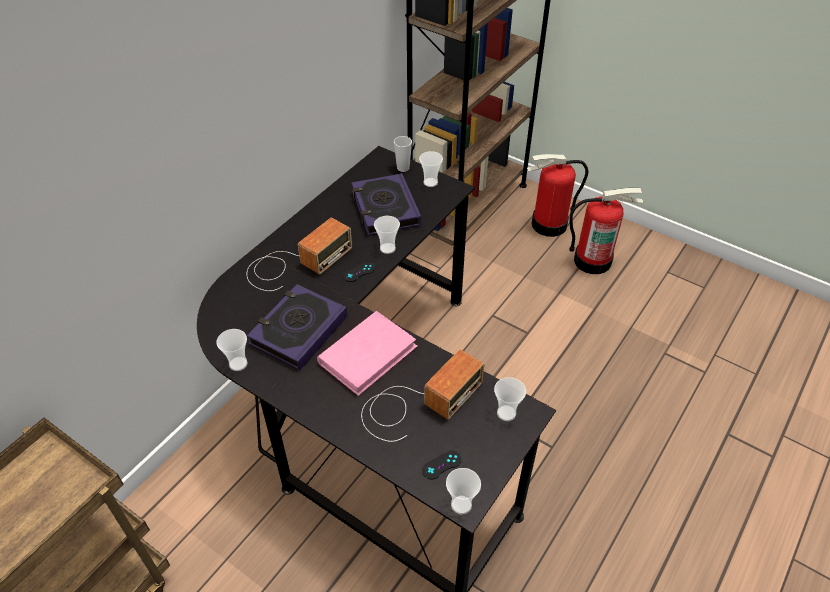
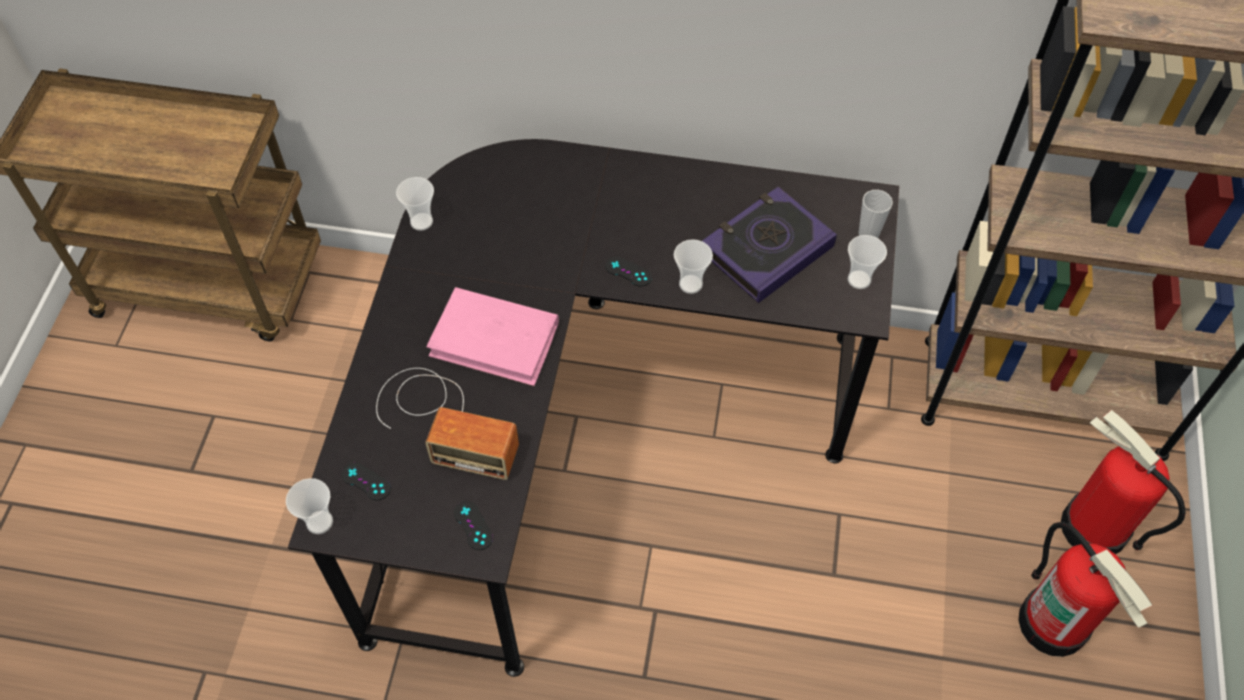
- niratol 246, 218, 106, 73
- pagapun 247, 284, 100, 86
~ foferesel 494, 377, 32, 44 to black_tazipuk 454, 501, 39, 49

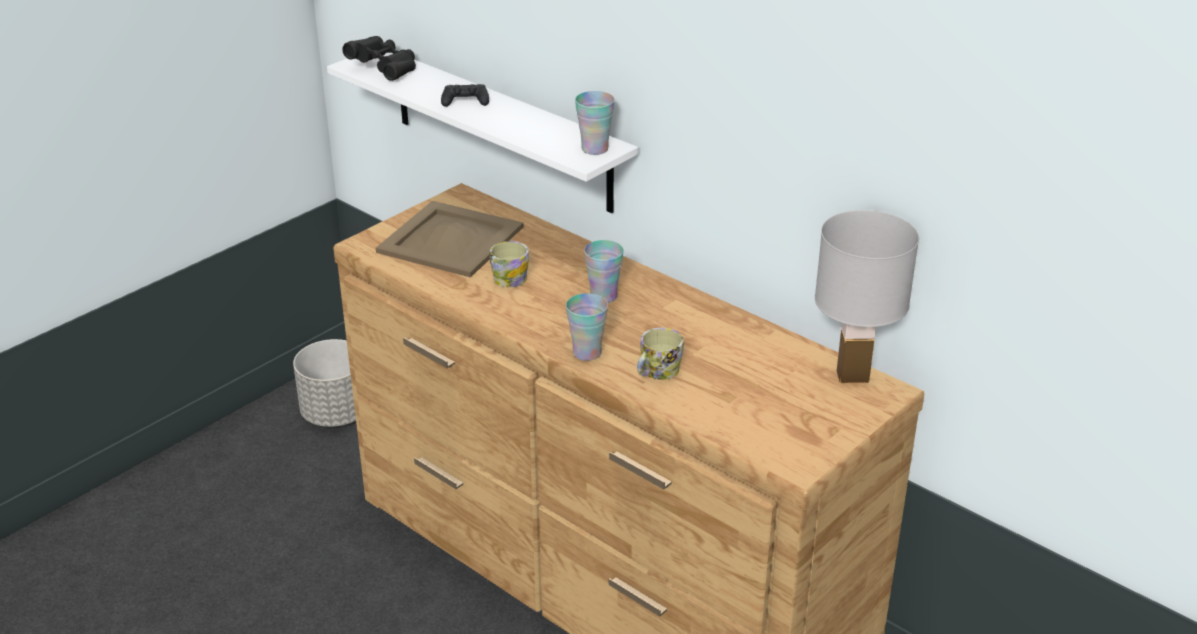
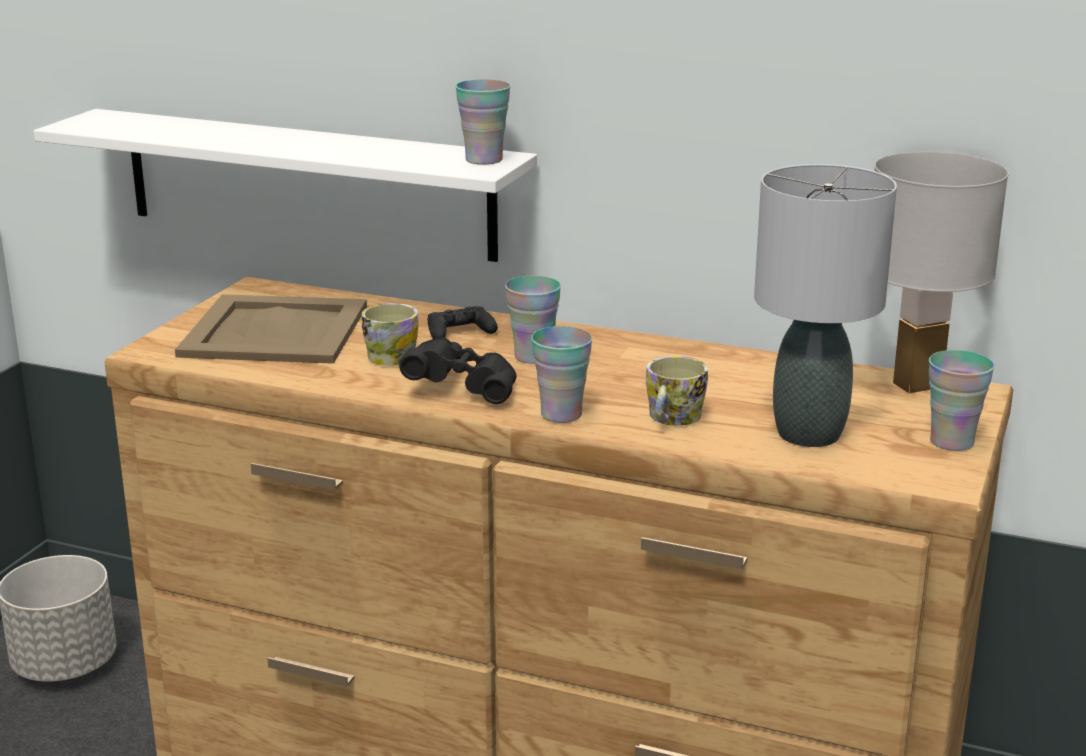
+ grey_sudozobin 754, 164, 143, 283
+ foferesel 929, 350, 65, 101
~ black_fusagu 342, 36, 74, 45 to 399, 337, 117, 67
~ black_tazipuk 441, 84, 48, 23 to 427, 306, 71, 33

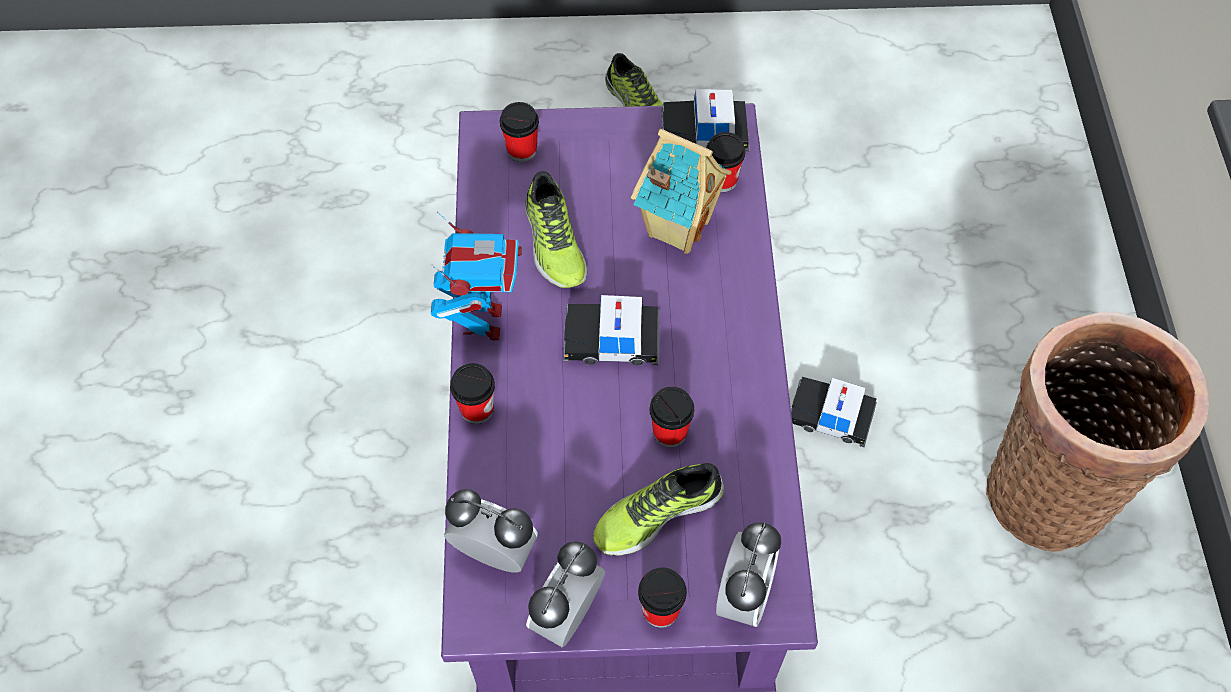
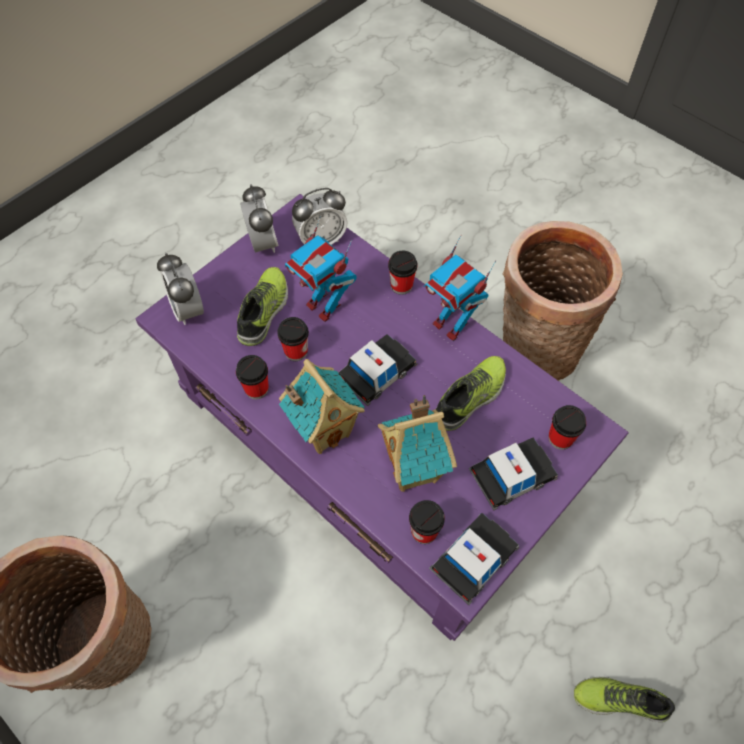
+ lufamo 279, 359, 86, 95
+ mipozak 285, 215, 72, 107
+ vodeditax 503, 221, 120, 160
~ foferesel 638, 568, 49, 60 to 236, 355, 33, 44
~ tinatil 791, 377, 86, 70 to 469, 437, 89, 74
~ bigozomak 525, 171, 62, 117 = 436, 356, 70, 75 105 degrees clockwise

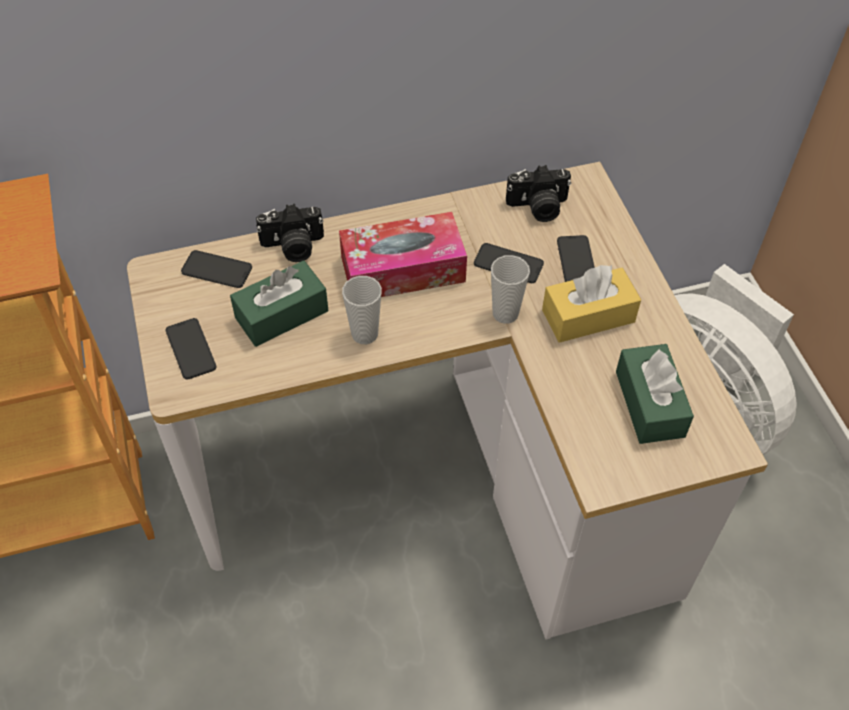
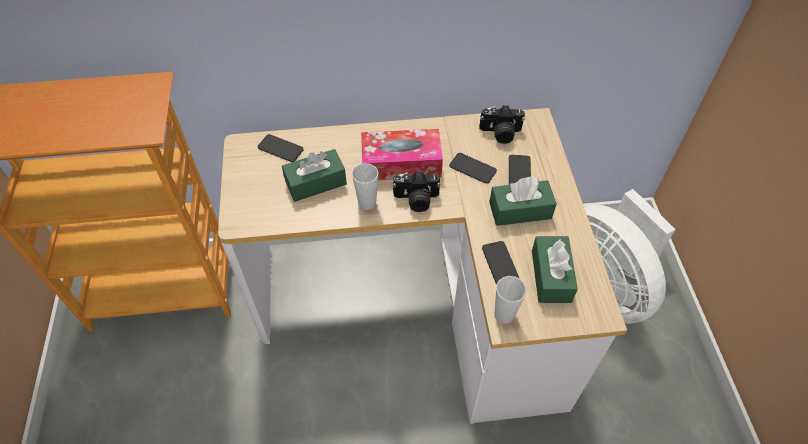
~ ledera 166, 318, 51, 62 to 482, 241, 38, 44
~ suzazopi 256, 204, 68, 58 to 393, 171, 48, 41
~ foferesel 491, 255, 39, 69 to 495, 276, 32, 48
~ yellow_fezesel 542, 265, 99, 78 to green_fezesel 489, 176, 68, 50

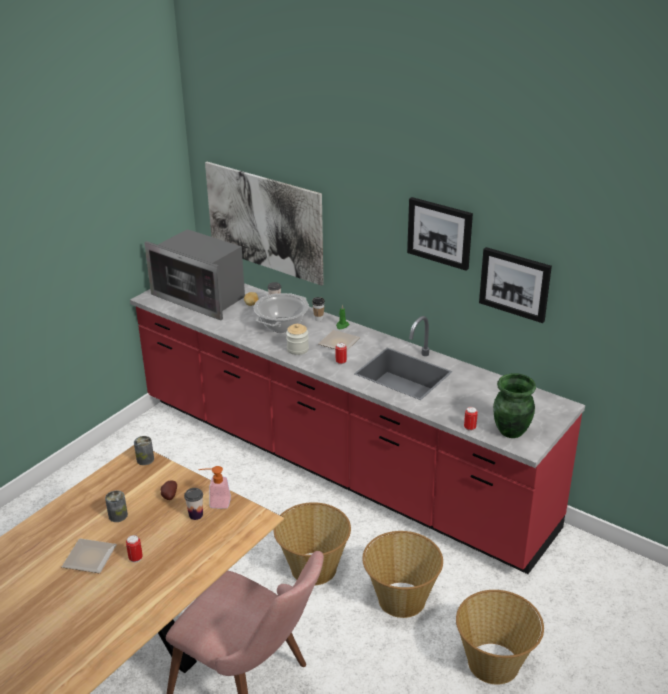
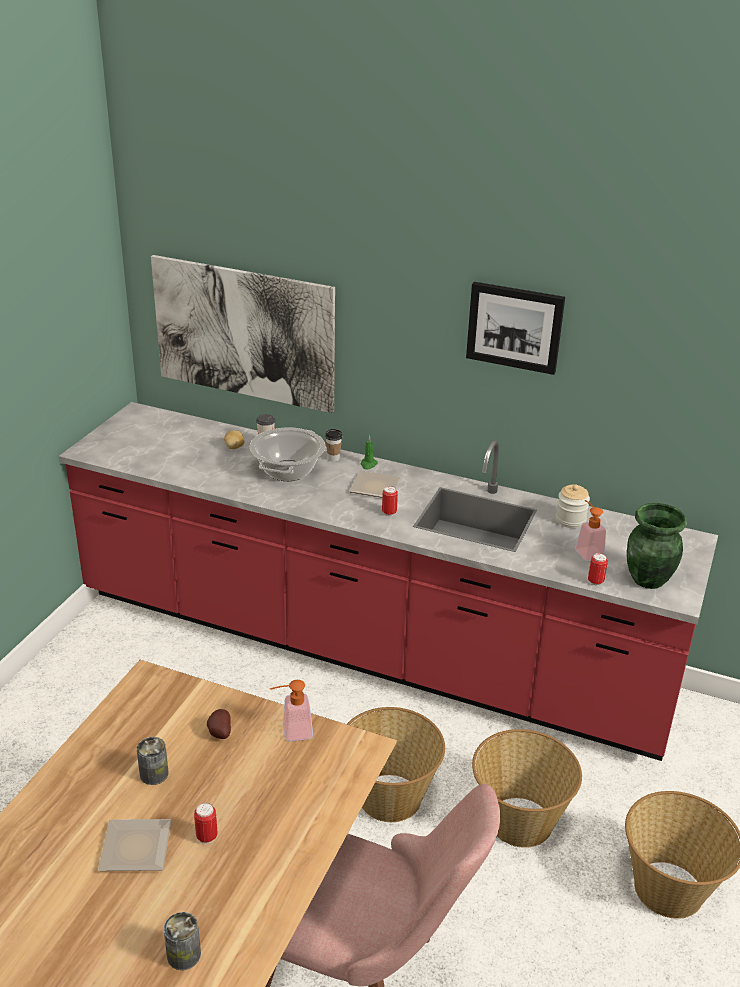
- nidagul 144, 229, 101, 92
- foferesel 184, 488, 19, 32
- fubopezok 479, 247, 73, 76
+ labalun 575, 500, 31, 61
~ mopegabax 134, 436, 20, 29 to 164, 912, 37, 58
~ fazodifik 286, 324, 23, 31 to 556, 484, 34, 44

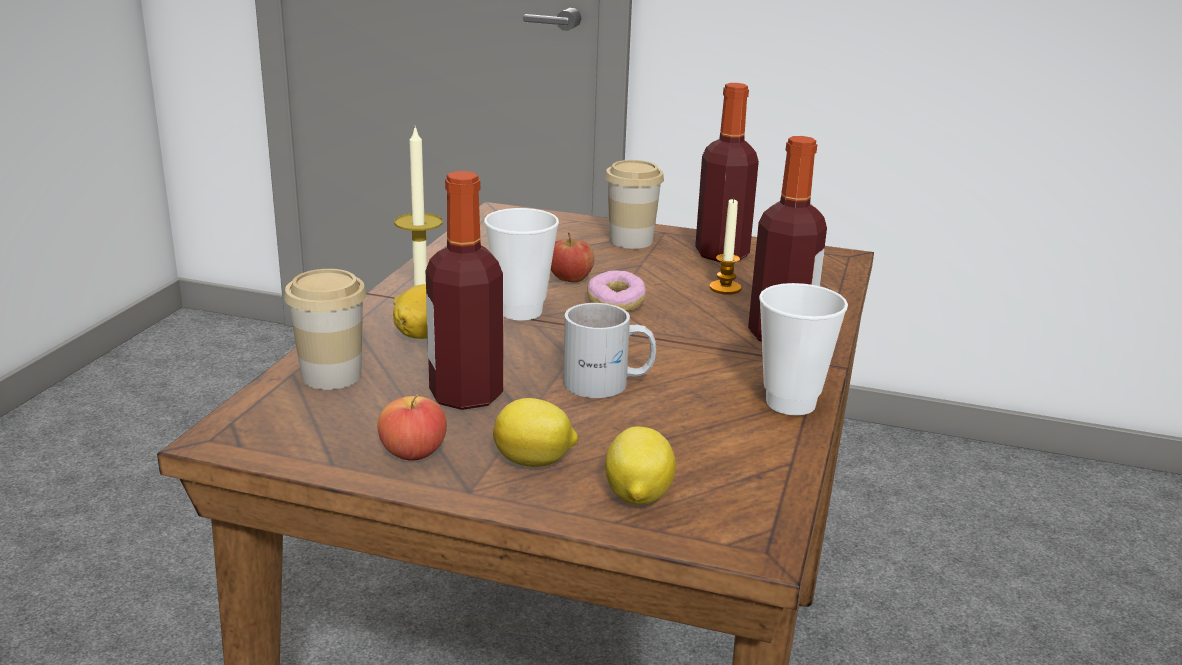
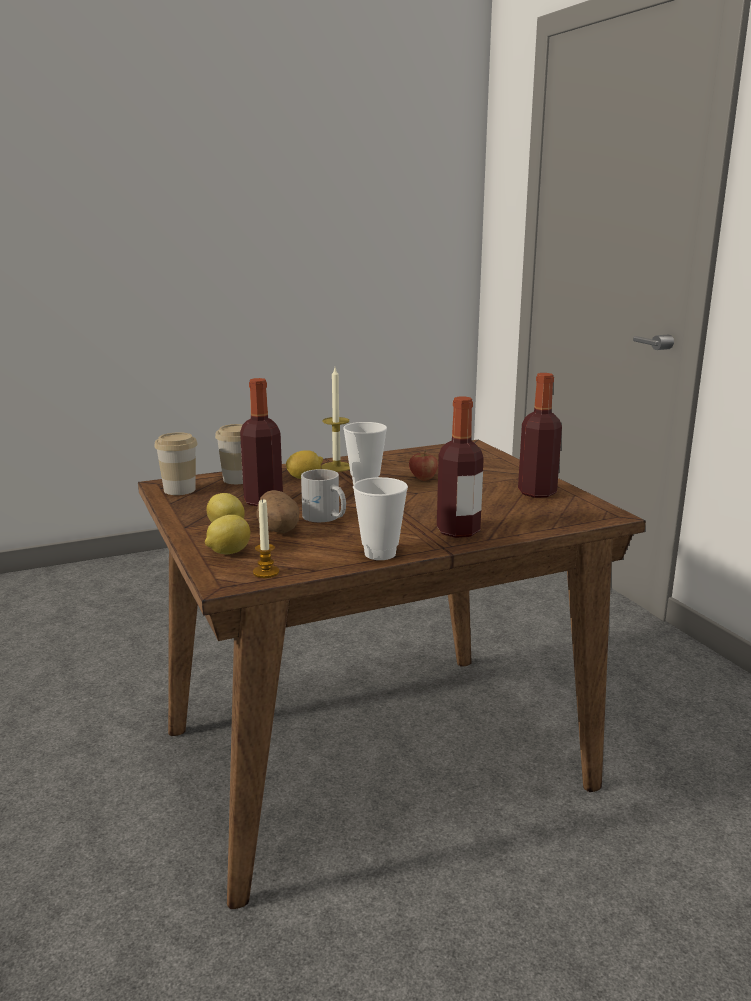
- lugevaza 377, 395, 70, 66
- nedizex 587, 270, 59, 42
+ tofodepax 256, 490, 43, 43
~ foferesel 605, 160, 59, 89 to 154, 432, 44, 63
~ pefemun 710, 198, 31, 97 to 253, 498, 26, 80

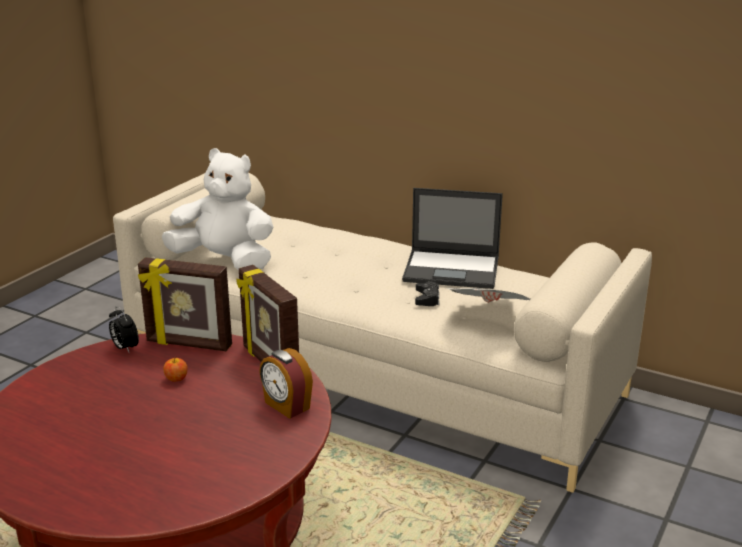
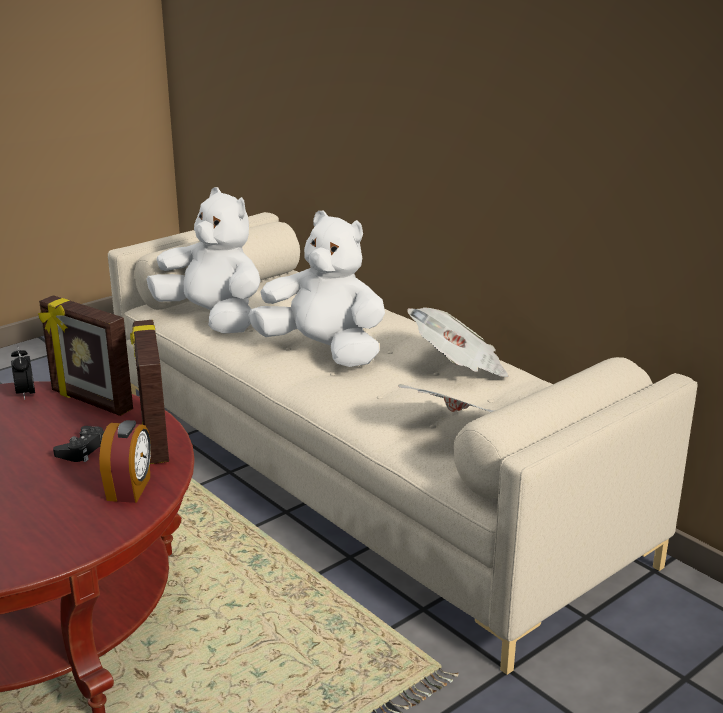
- lugevaza 163, 357, 24, 25
+ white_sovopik 248, 211, 137, 156
~ black_tazipuk 415, 282, 25, 24 to 53, 426, 51, 36
~ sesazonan 402, 188, 101, 101 to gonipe 408, 307, 101, 70
~ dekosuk 259, 348, 54, 71 = 99, 420, 52, 83 150 degrees counterclockwise

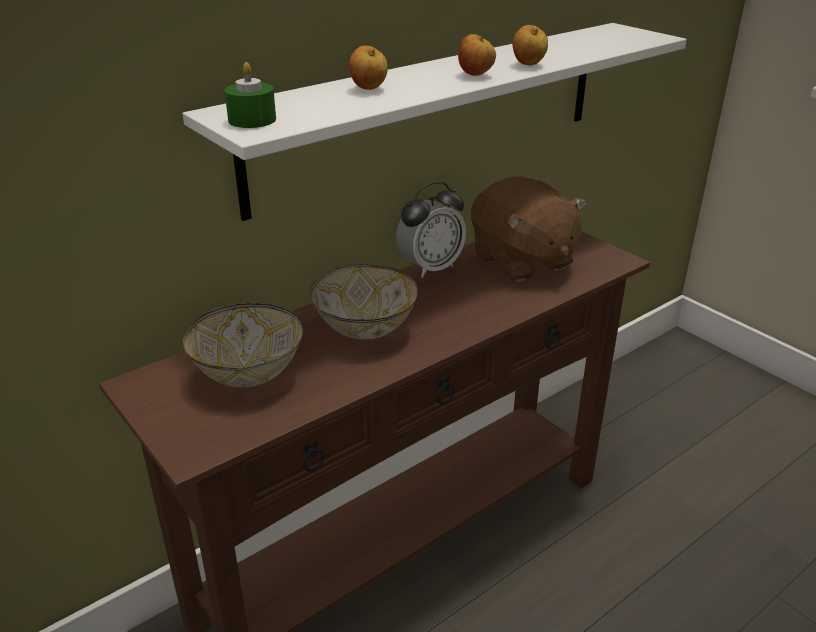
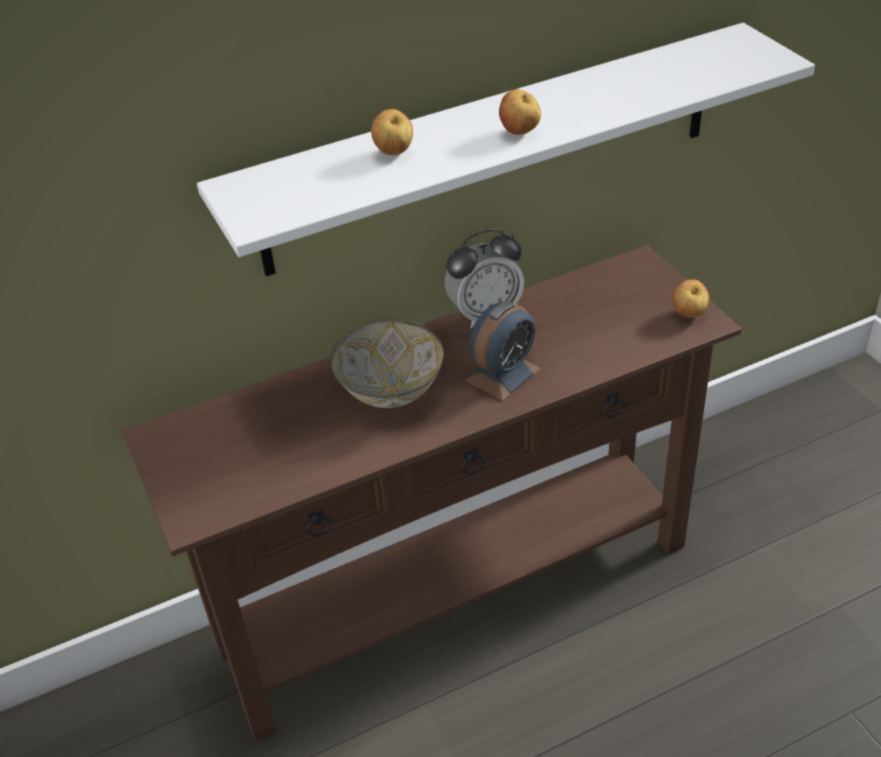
- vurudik 183, 303, 120, 84
- green_pefemun 224, 62, 52, 66
- brown_sovopik 471, 176, 116, 106
+ dekosuk 465, 301, 76, 100
~ lugevaza 513, 25, 35, 41 to 673, 279, 36, 39

